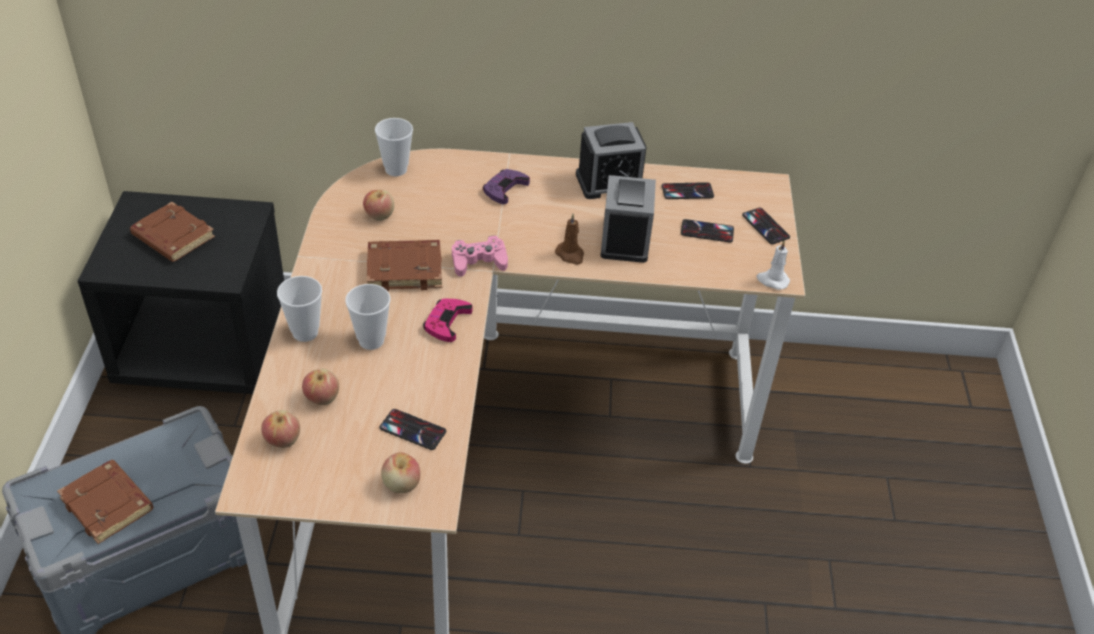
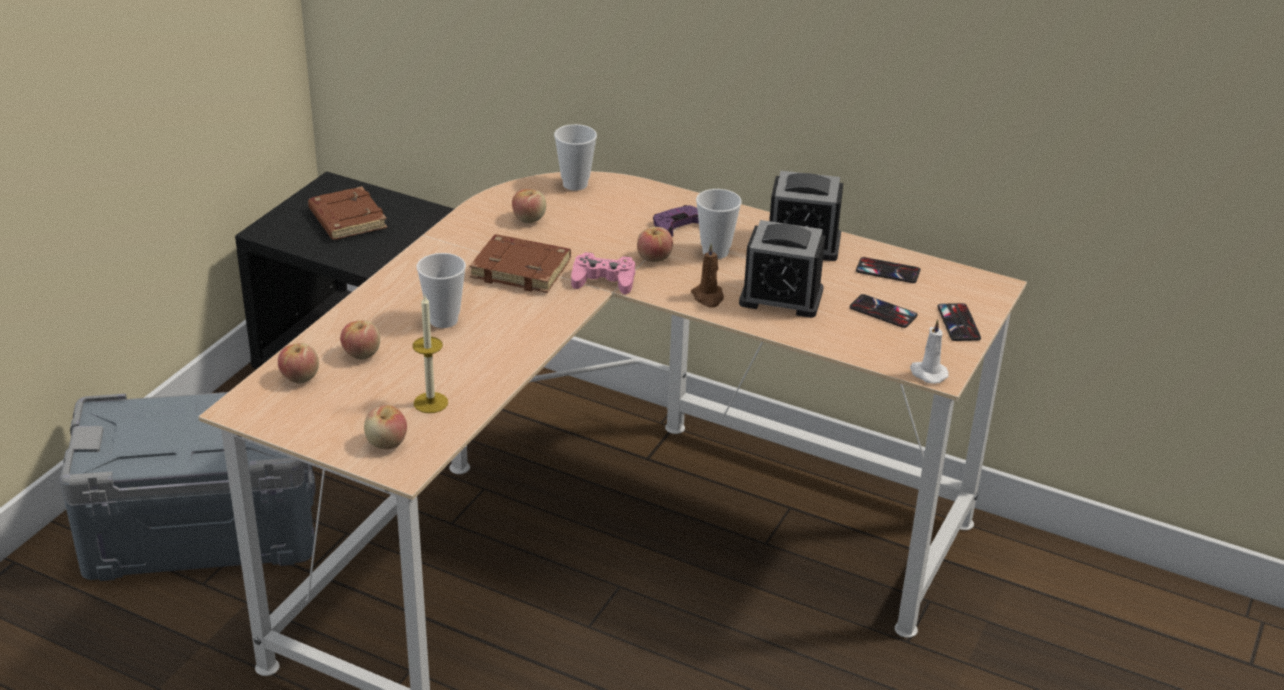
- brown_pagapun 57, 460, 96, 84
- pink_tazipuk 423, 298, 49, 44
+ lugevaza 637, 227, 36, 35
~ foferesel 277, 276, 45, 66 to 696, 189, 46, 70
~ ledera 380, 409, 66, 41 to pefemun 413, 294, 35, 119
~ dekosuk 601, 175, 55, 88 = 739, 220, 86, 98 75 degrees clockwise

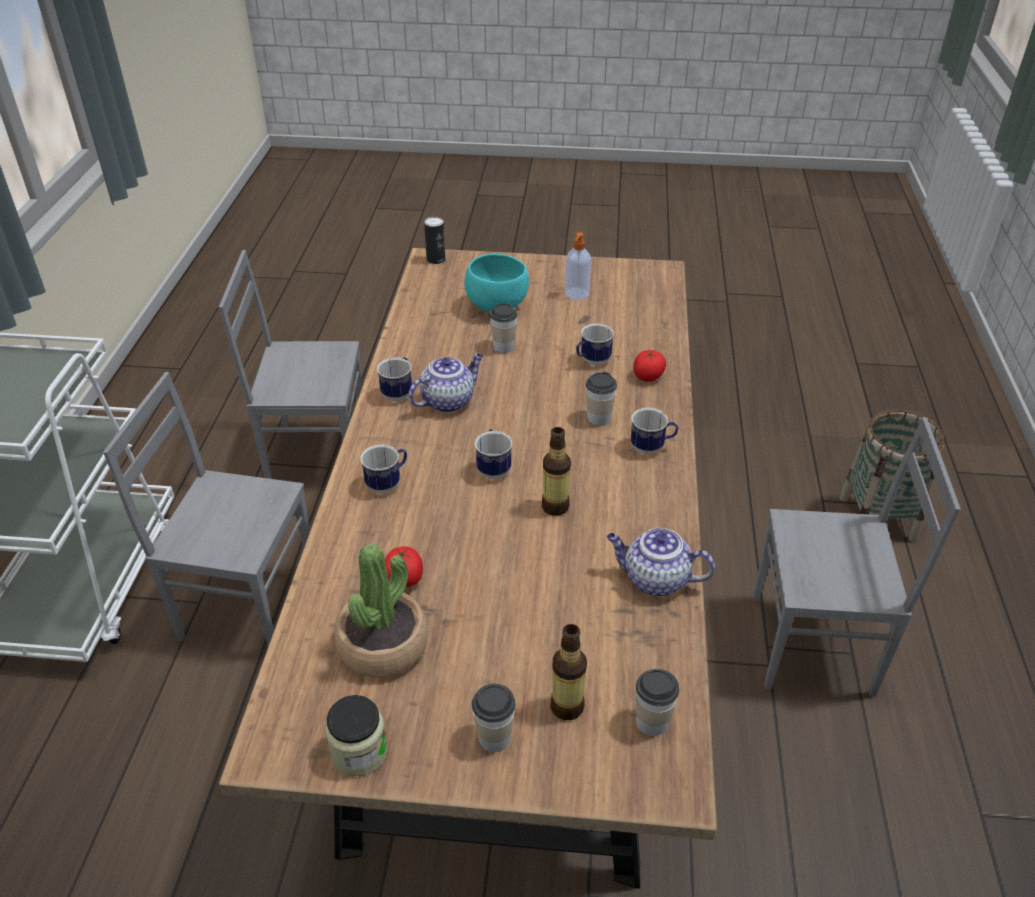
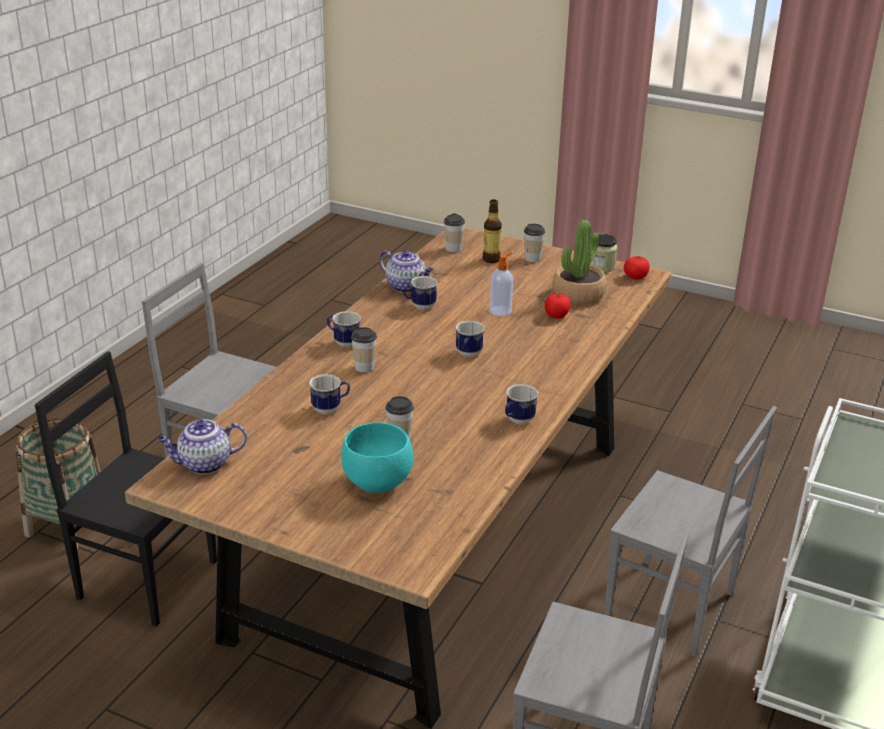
- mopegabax 424, 216, 21, 48
- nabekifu 542, 427, 29, 89
+ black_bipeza 35, 351, 182, 276
~ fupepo 360, 445, 47, 48 to 403, 276, 35, 34
~ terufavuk 408, 354, 75, 59 to 157, 419, 90, 55
~ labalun 565, 232, 26, 68 to 490, 252, 23, 64
~ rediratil 633, 350, 33, 32 to 624, 256, 26, 23

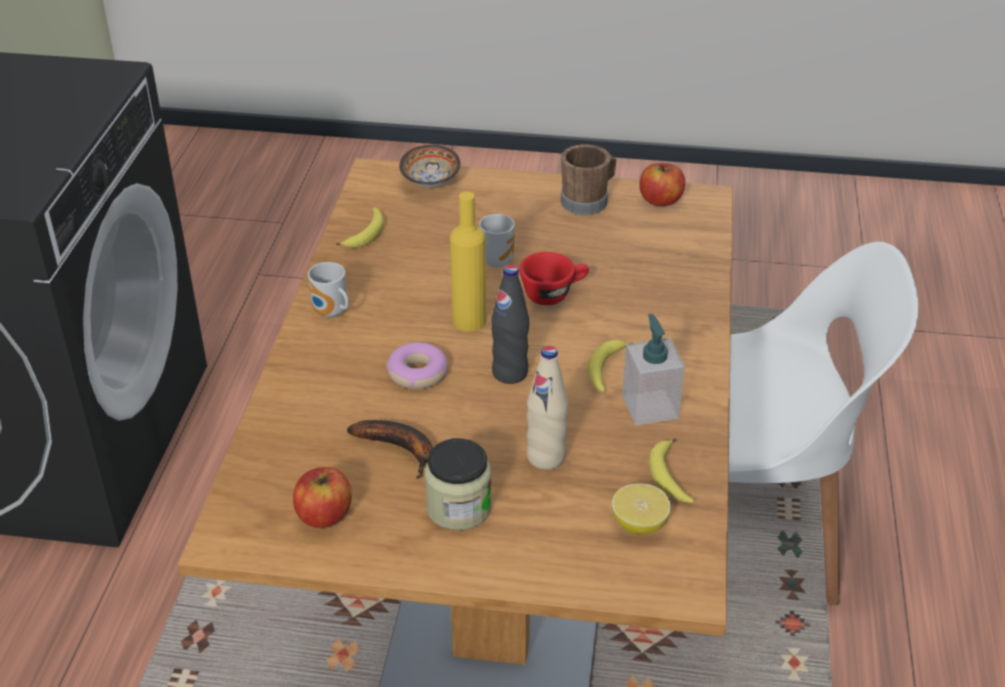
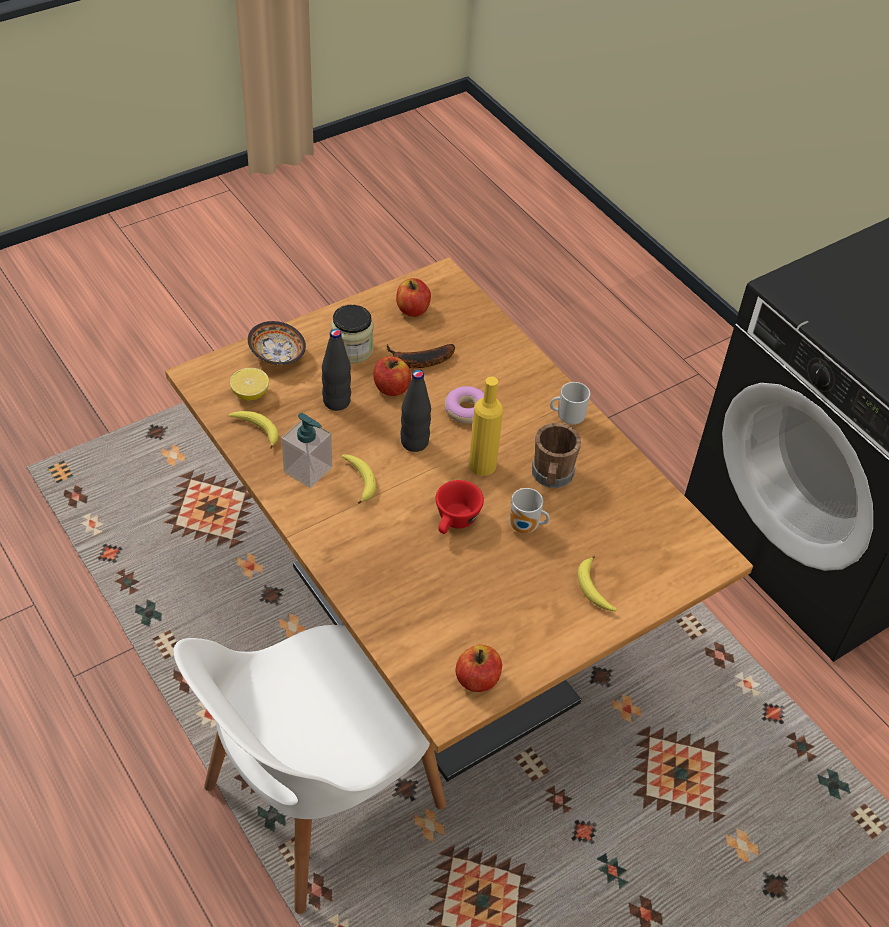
+ lugevaza 373, 356, 38, 40
~ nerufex 336, 207, 48, 41 to 578, 555, 39, 56
~ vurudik 399, 145, 62, 42 to 248, 321, 58, 44
~ brown_fupepo 561, 144, 56, 71 to 532, 423, 49, 65
~ beige_nabekifu 527, 346, 41, 124 to black_nabekifu 322, 329, 29, 82

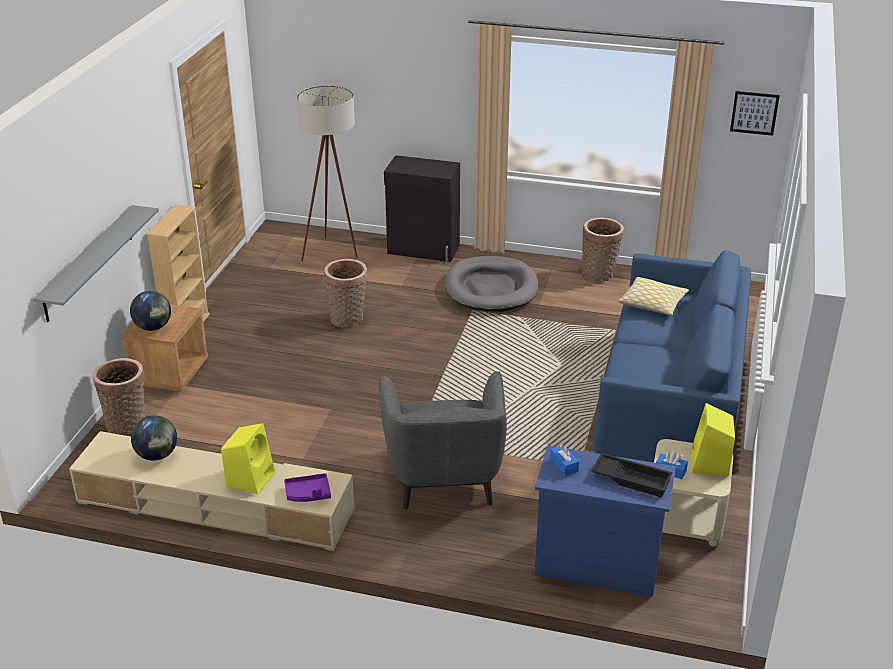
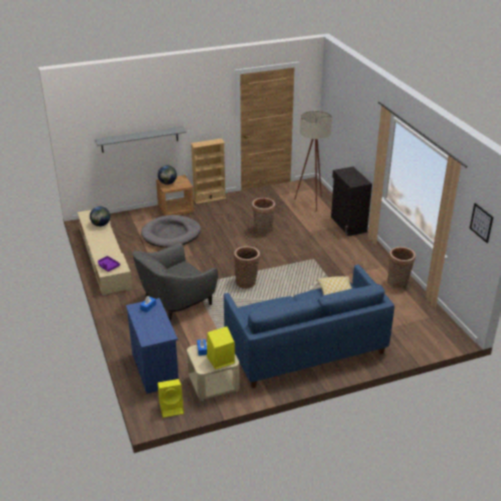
- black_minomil 591, 453, 82, 44
~ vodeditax 93, 358, 53, 78 to 234, 246, 26, 43
~ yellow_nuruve 221, 423, 54, 71 to 158, 379, 26, 39
~ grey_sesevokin 445, 256, 93, 56 to 141, 215, 60, 33

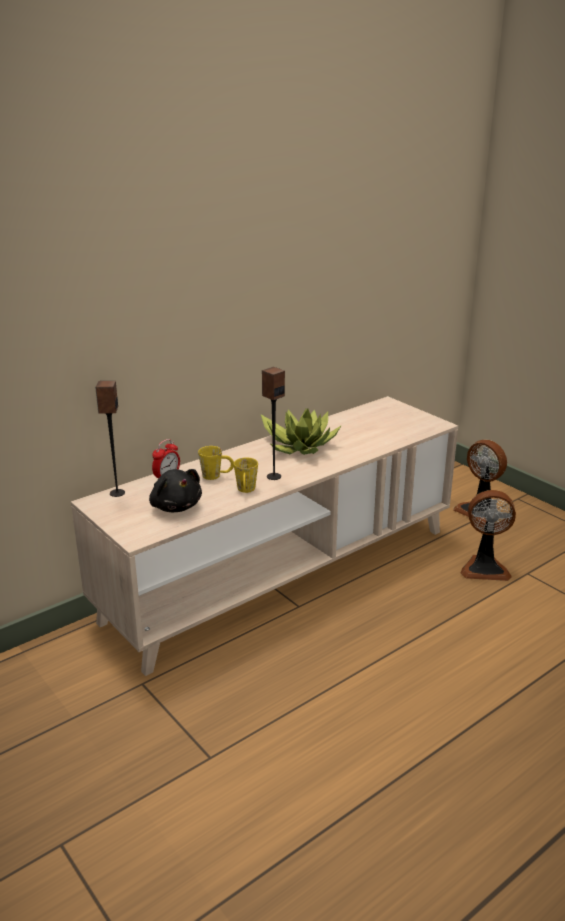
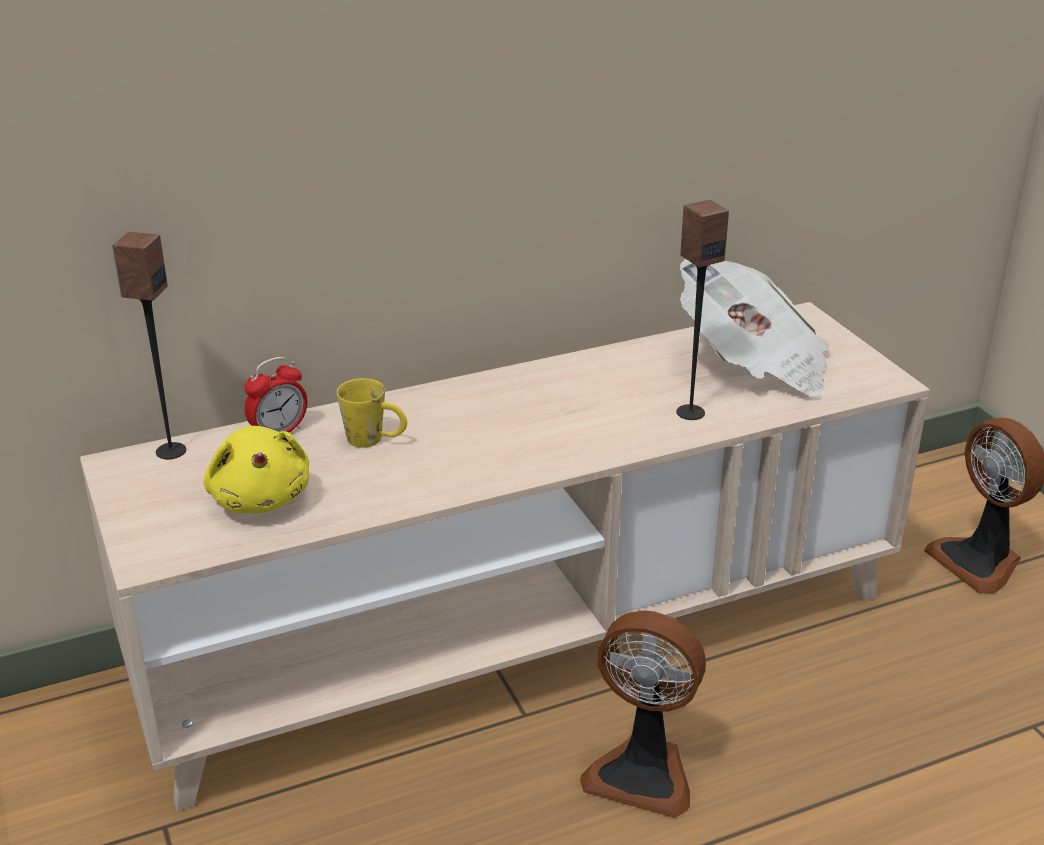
- yellow_fupepo 234, 457, 24, 36
- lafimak 261, 409, 80, 46
+ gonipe 680, 259, 149, 138
~ nuruve 262, 367, 23, 113 to 676, 200, 53, 220
~ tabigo 461, 490, 55, 91 to 580, 610, 126, 208
~ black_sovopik 149, 469, 53, 43 to yellow_sovopik 203, 426, 106, 87

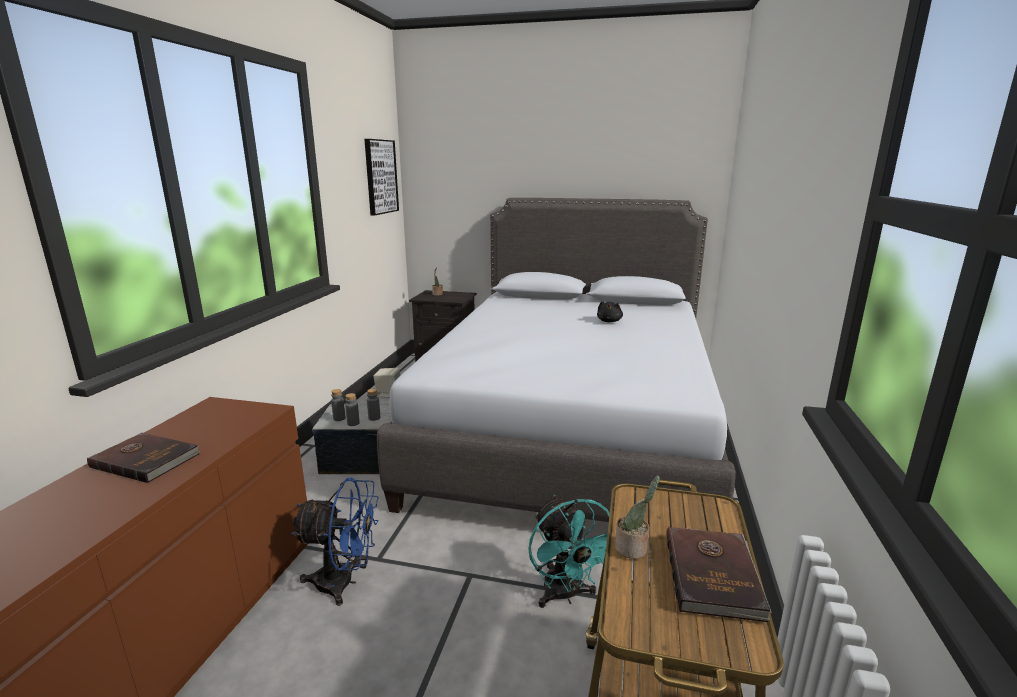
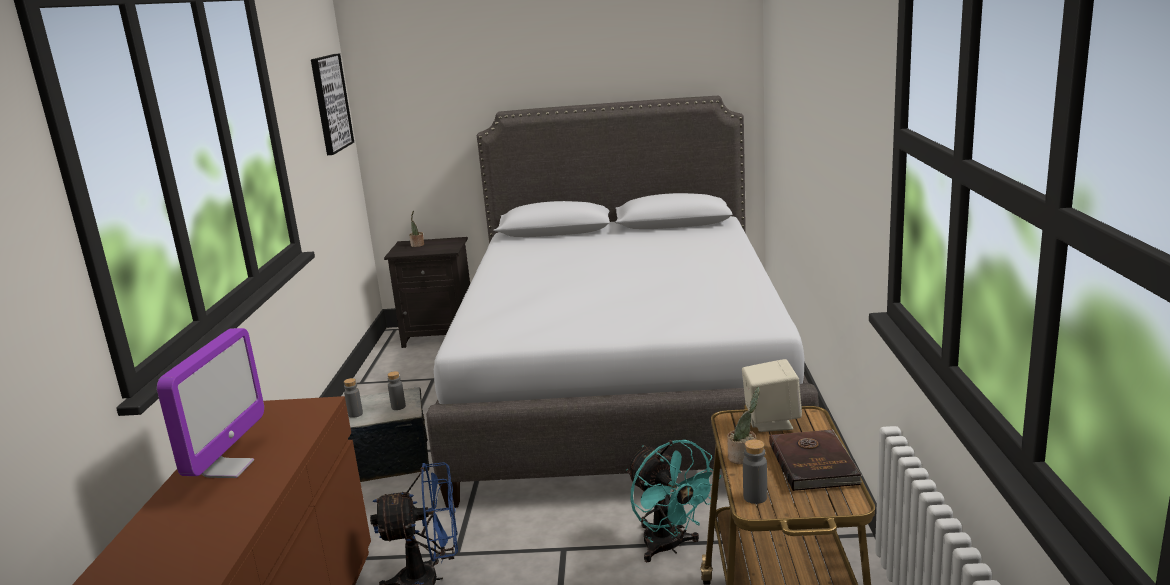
- black_sovopik 597, 301, 26, 21
~ grey_nabekifu 345, 393, 15, 33 to 743, 439, 24, 65
~ beige_nuruve 374, 368, 26, 30 to 742, 359, 60, 73
~ brown_pagapun 87, 433, 114, 50 to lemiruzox 157, 328, 107, 150

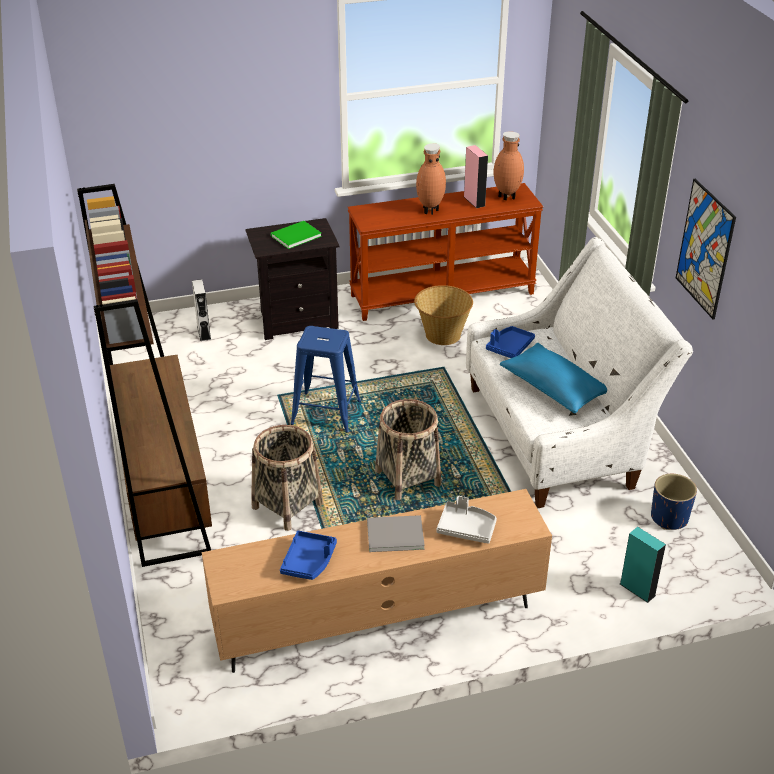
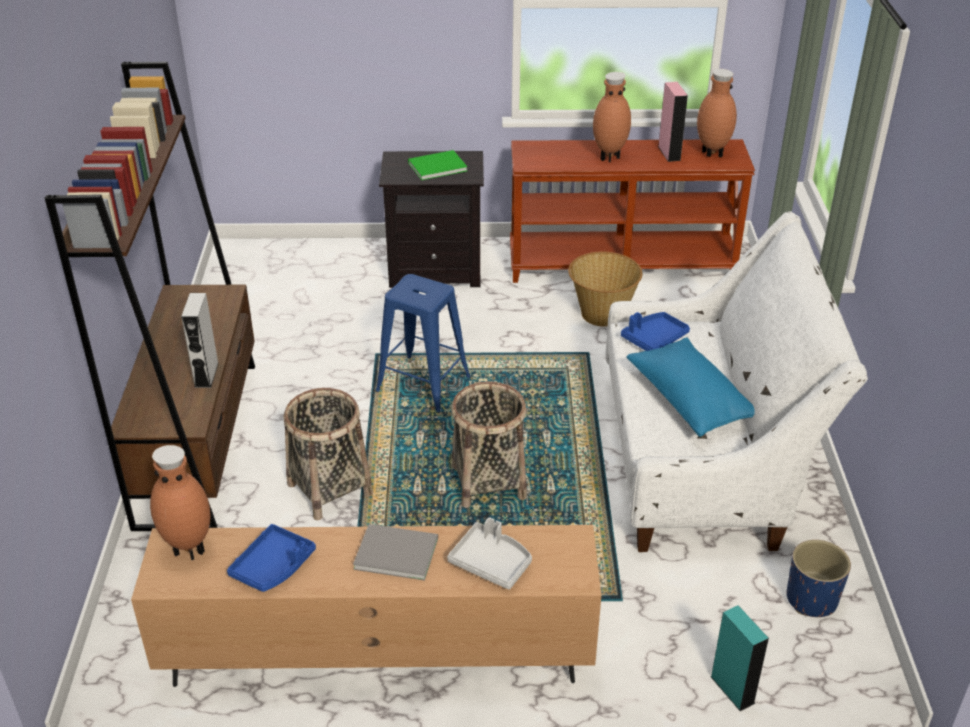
- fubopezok 676, 179, 60, 141
+ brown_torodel 150, 445, 61, 115
~ grey_nuruve 192, 279, 19, 62 to 181, 293, 38, 95

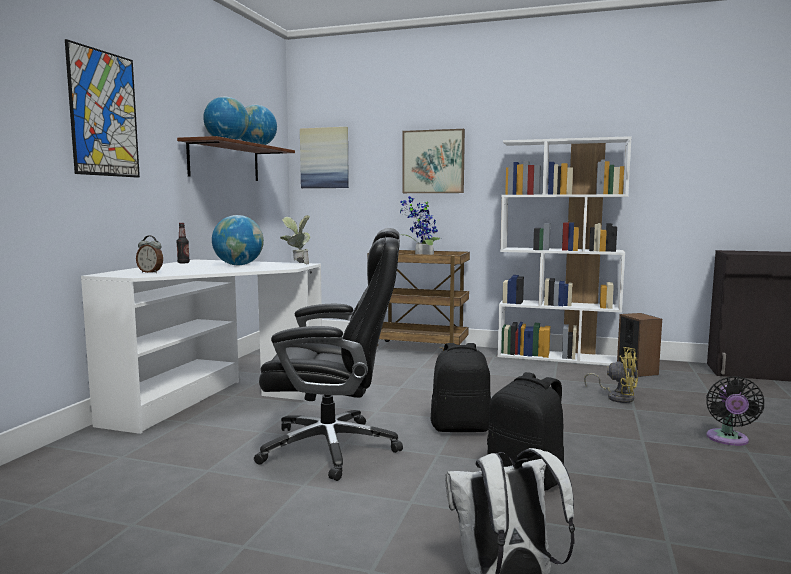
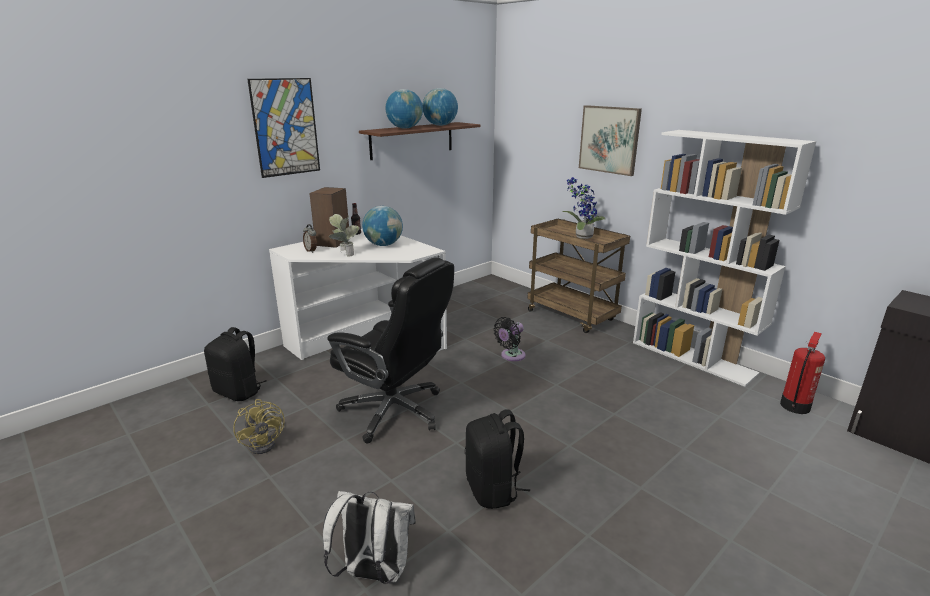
- fubopezok 300, 127, 49, 61
+ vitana 780, 332, 45, 82
~ lafimak 280, 215, 30, 50 to 329, 214, 31, 43
~ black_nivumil 431, 343, 60, 89 to 204, 327, 63, 74
~ yellow_tabigo 584, 347, 54, 56 to 233, 399, 52, 55
~ nuruve 617, 313, 45, 64 to 309, 187, 40, 61
~ black_tabigo 706, 376, 58, 70 to 493, 317, 33, 44

